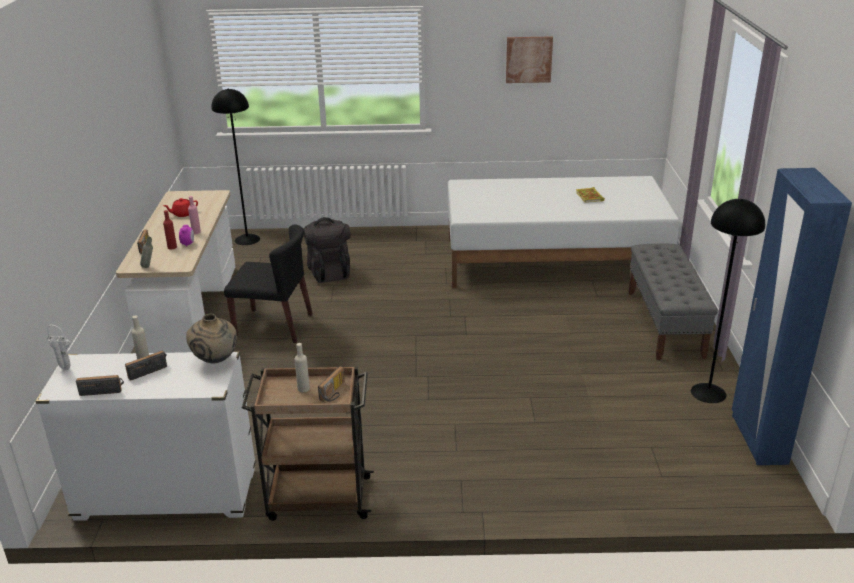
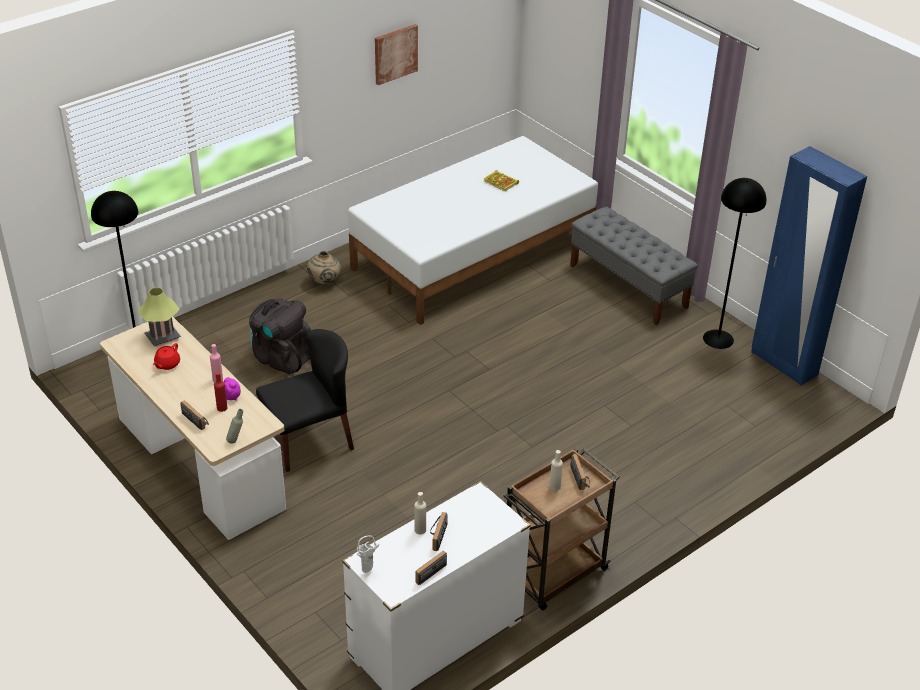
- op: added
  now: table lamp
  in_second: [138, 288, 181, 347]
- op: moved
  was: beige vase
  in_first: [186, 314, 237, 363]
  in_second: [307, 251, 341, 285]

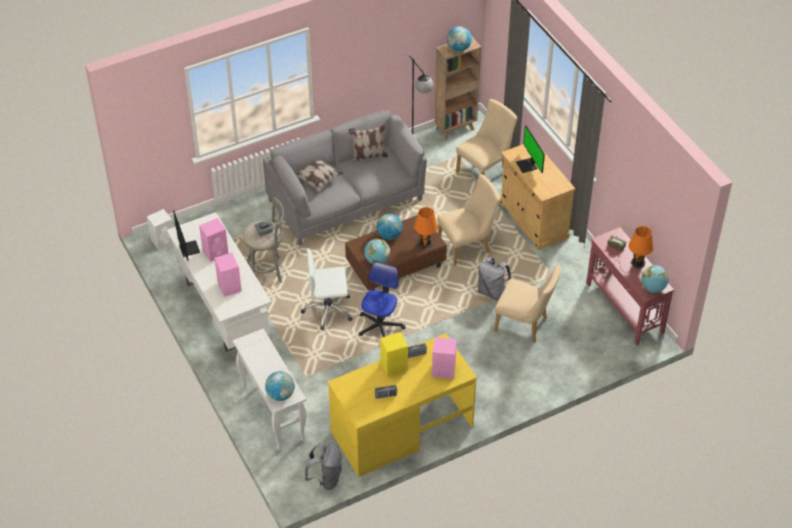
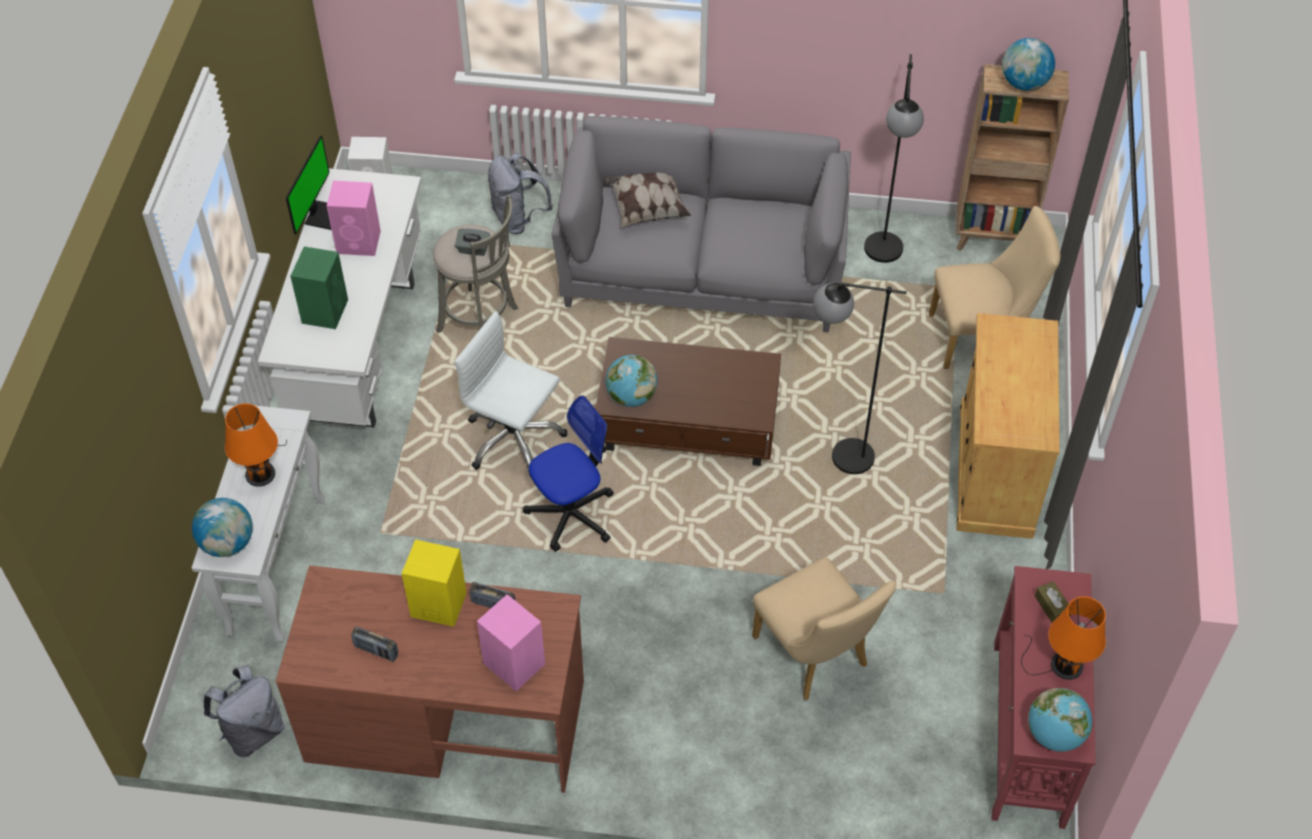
- op: moved
  was: orange table lamp
  in_first: [410, 207, 438, 248]
  in_second: [225, 403, 287, 487]
- op: recoloured
  was: yellow desk
  now: brown desk
  in_first: [328, 333, 477, 477]
  in_second: [276, 566, 584, 793]
- op: recoloured
  was: pink speaker
  now: green speaker
  in_first: [214, 253, 242, 297]
  in_second: [290, 246, 348, 329]
- op: moved
  was: grey backpack
  in_first: [478, 257, 511, 300]
  in_second: [488, 153, 553, 234]
- op: replaced
  was: beige chair
  now: black floor lamp
  in_first: [437, 174, 500, 266]
  in_second: [813, 282, 907, 474]
- op: removed
  was: pillow
  in_first: [349, 124, 388, 163]
- op: removed
  was: globe
  in_first: [377, 214, 403, 240]
- op: removed
  was: monitor
  in_first: [516, 125, 545, 173]

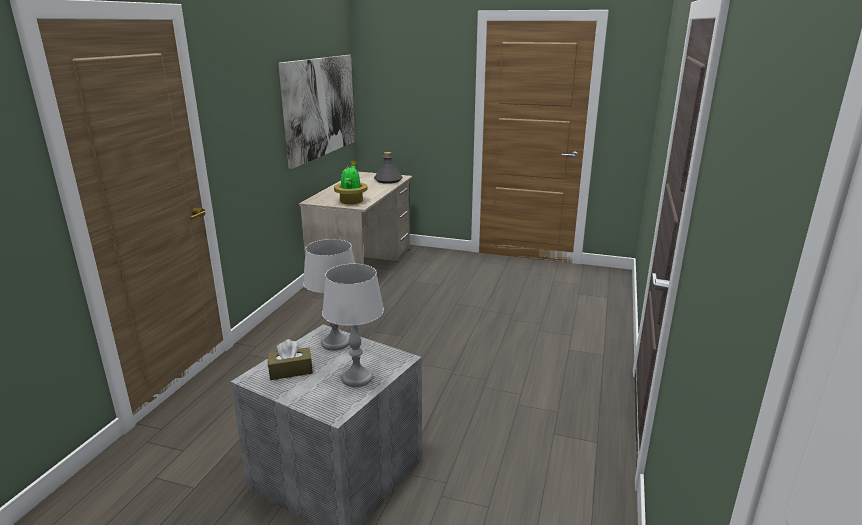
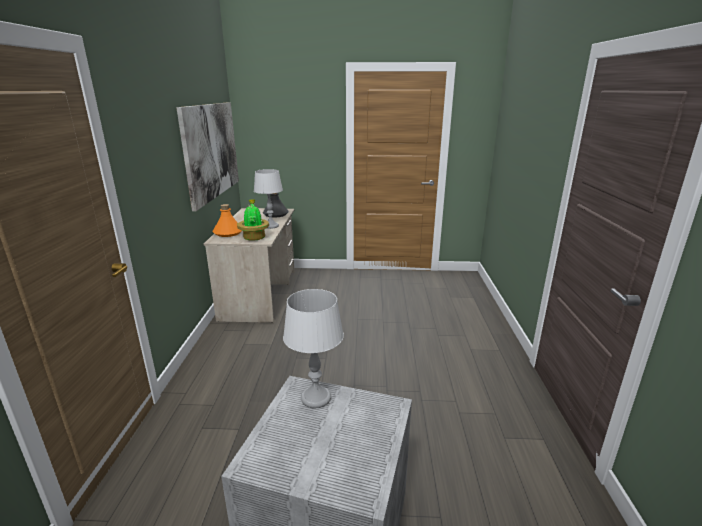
- op: added
  now: orange bottle
  in_second: [213, 204, 242, 237]
- op: moved
  was: grey table lamp
  in_first: [322, 264, 384, 387]
  in_second: [254, 169, 283, 229]
- op: removed
  was: brown tissue box
  in_first: [267, 339, 313, 380]

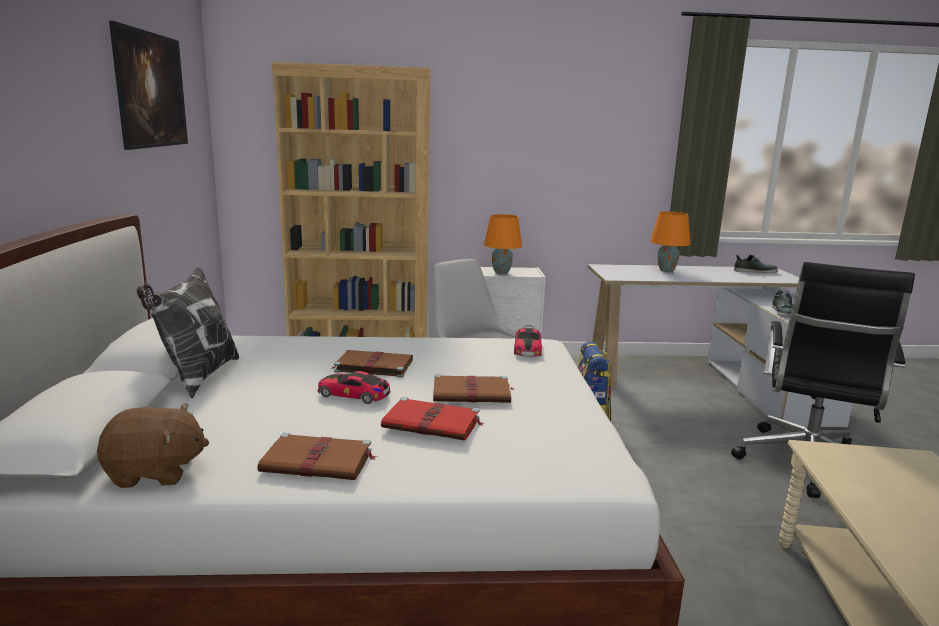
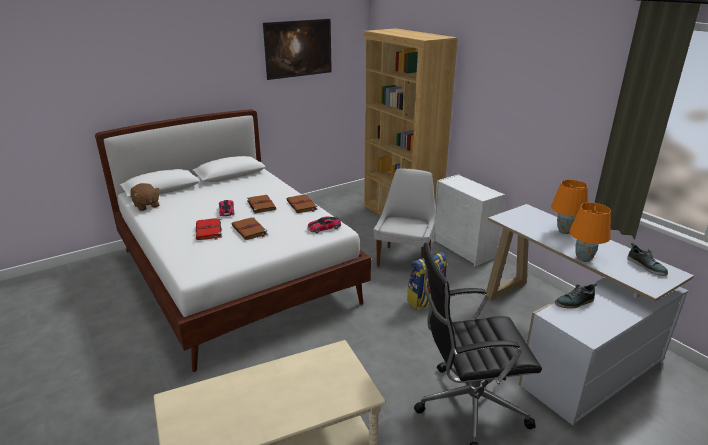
- op: moved
  was: brown book
  in_first: [257, 433, 378, 480]
  in_second: [287, 194, 318, 213]
- op: moved
  was: orange table lamp
  in_first: [484, 214, 522, 275]
  in_second: [569, 203, 611, 262]
- op: removed
  was: pillow
  in_first: [137, 267, 239, 398]

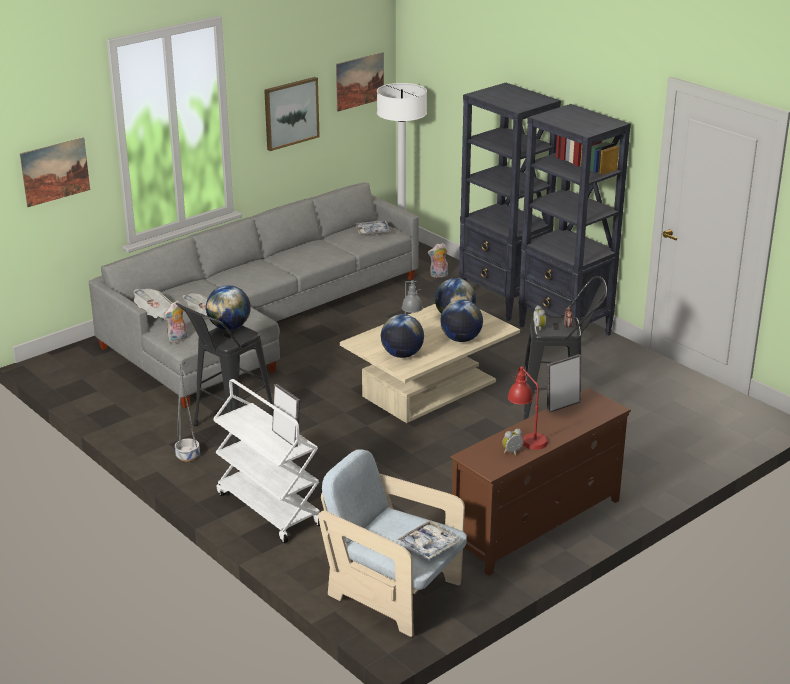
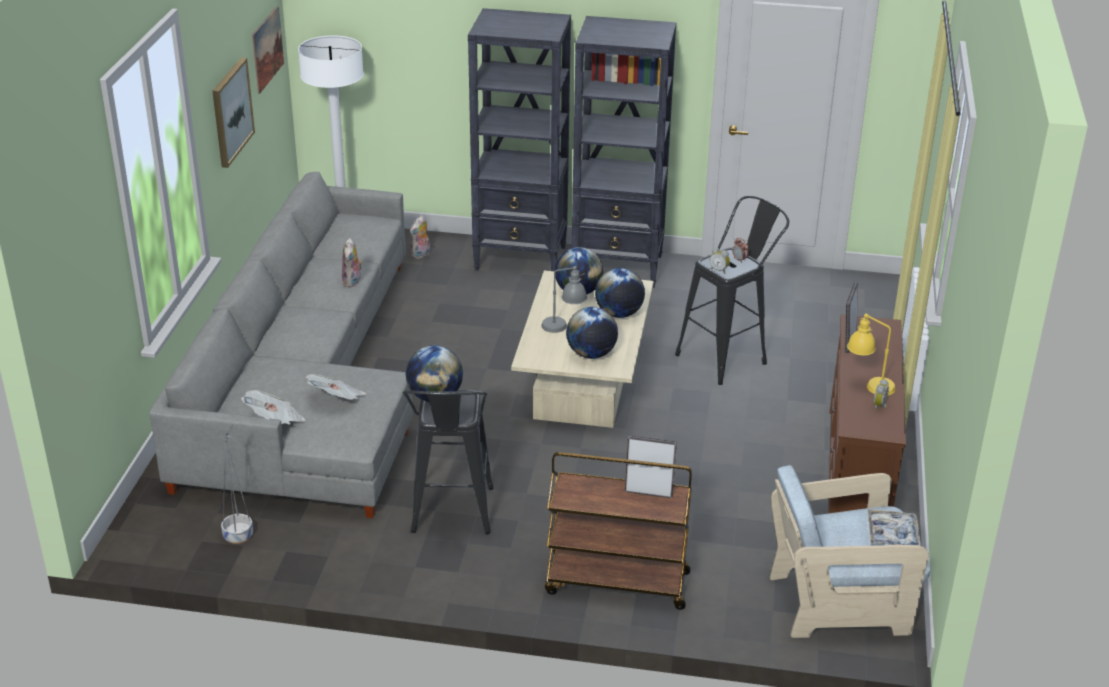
- op: moved
  was: grey planter
  in_first: [175, 362, 200, 461]
  in_second: [221, 425, 253, 544]
- op: moved
  was: plush toy
  in_first: [164, 300, 188, 343]
  in_second: [342, 238, 363, 288]
- op: recoloured
  was: white cart
  now: brown cart
  in_first: [213, 379, 320, 543]
  in_second: [545, 452, 692, 610]
- op: recoloured
  was: red table lamp
  now: yellow table lamp
  in_first: [508, 366, 548, 450]
  in_second: [847, 314, 896, 395]
- op: removed
  was: picture
  in_first: [20, 137, 90, 207]
- op: removed
  was: tray
  in_first: [355, 221, 391, 235]

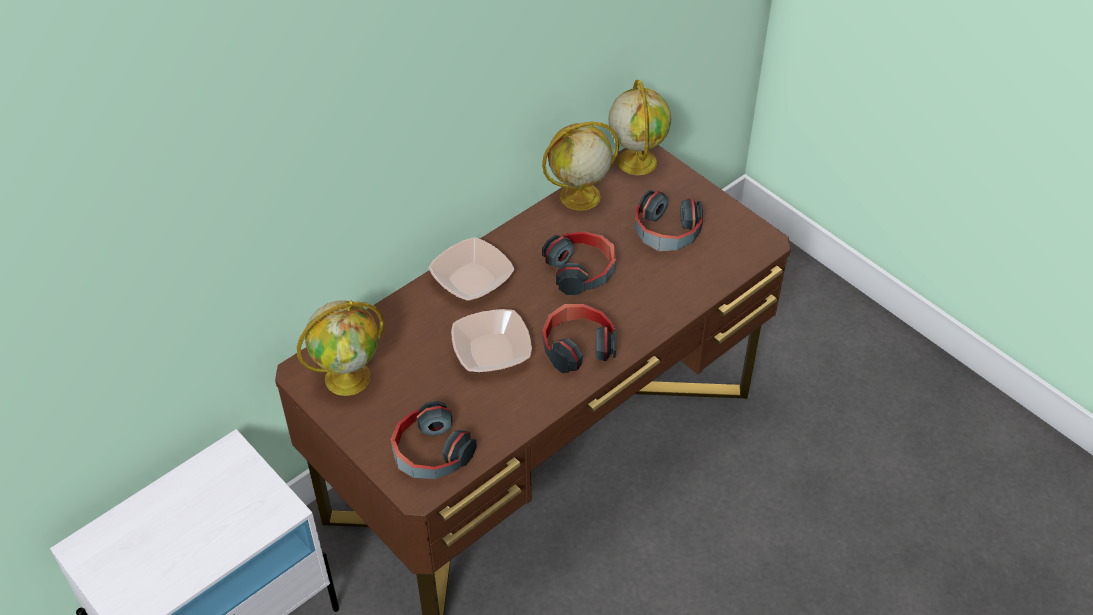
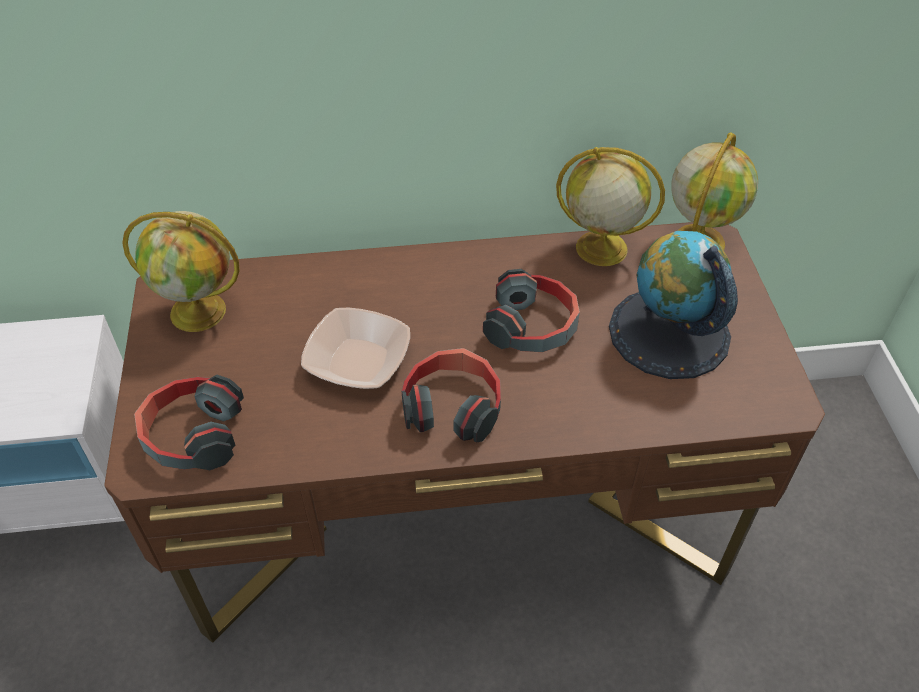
- op: replaced
  was: headphones
  now: globe
  in_first: [635, 190, 703, 251]
  in_second: [609, 231, 738, 379]
- op: removed
  was: bowl
  in_first: [429, 237, 514, 301]

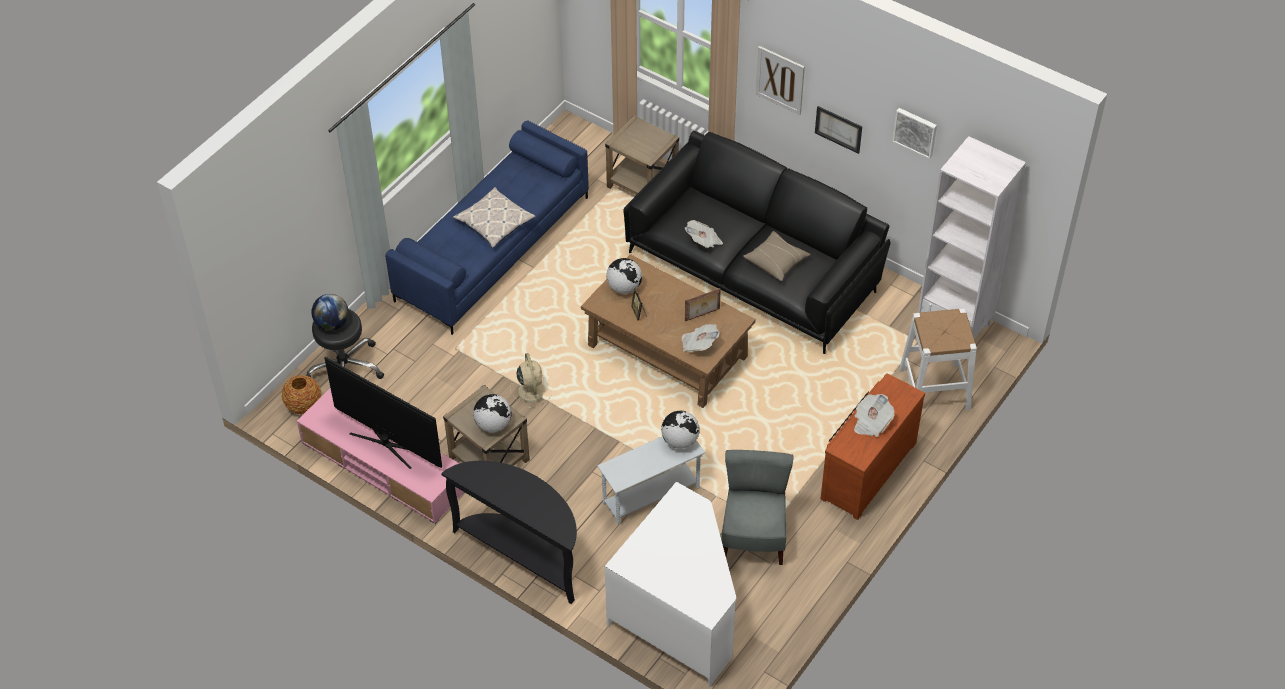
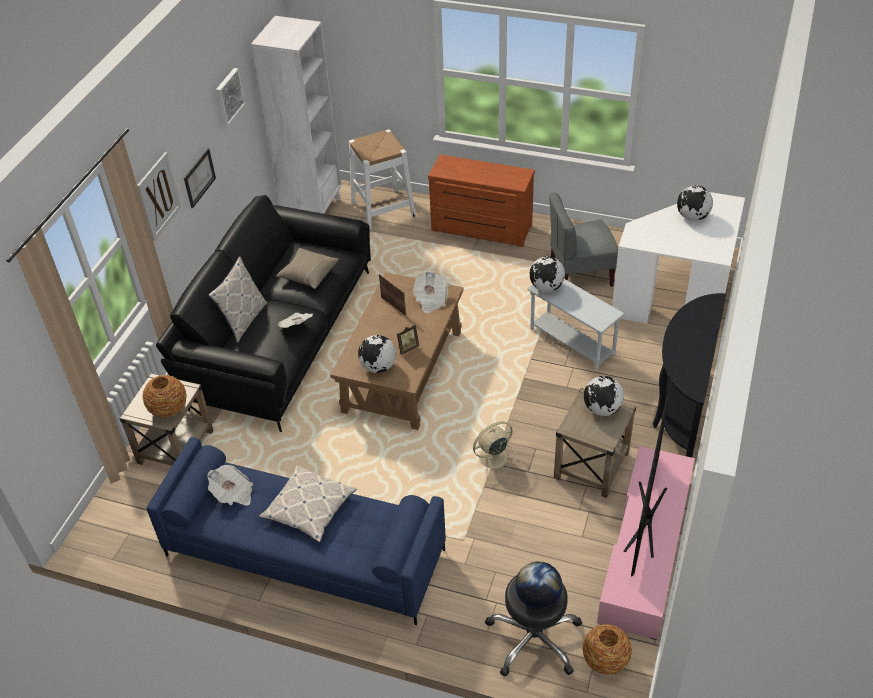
- op: added
  now: vase
  in_second: [143, 375, 187, 418]
- op: moved
  was: newspaper
  in_first: [854, 394, 894, 437]
  in_second: [207, 465, 253, 506]
- op: added
  now: pillow
  in_second: [208, 256, 267, 343]
- op: added
  now: globe
  in_second: [677, 185, 713, 221]

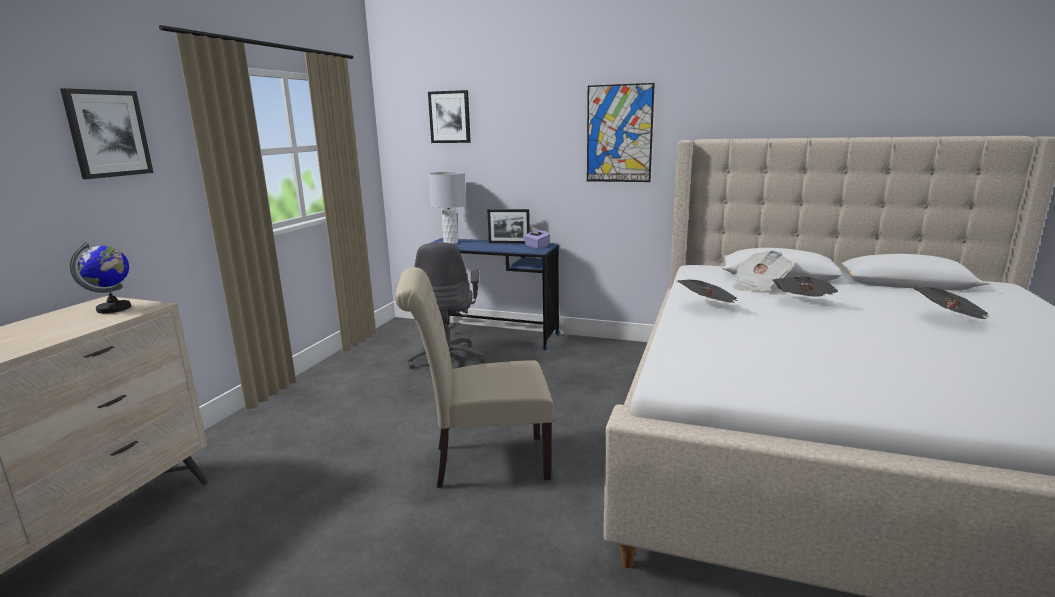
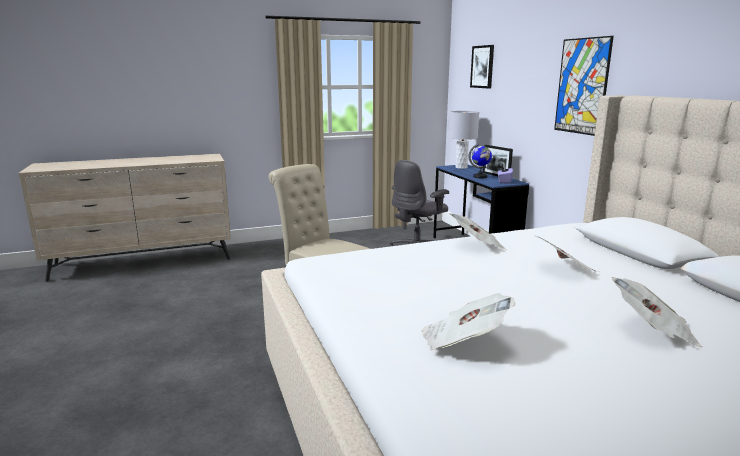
- op: moved
  was: newspaper
  in_first: [733, 250, 793, 291]
  in_second: [422, 293, 515, 351]
- op: moved
  was: globe
  in_first: [70, 242, 131, 313]
  in_second: [469, 143, 492, 178]
- op: removed
  was: picture
  in_first: [60, 88, 154, 179]

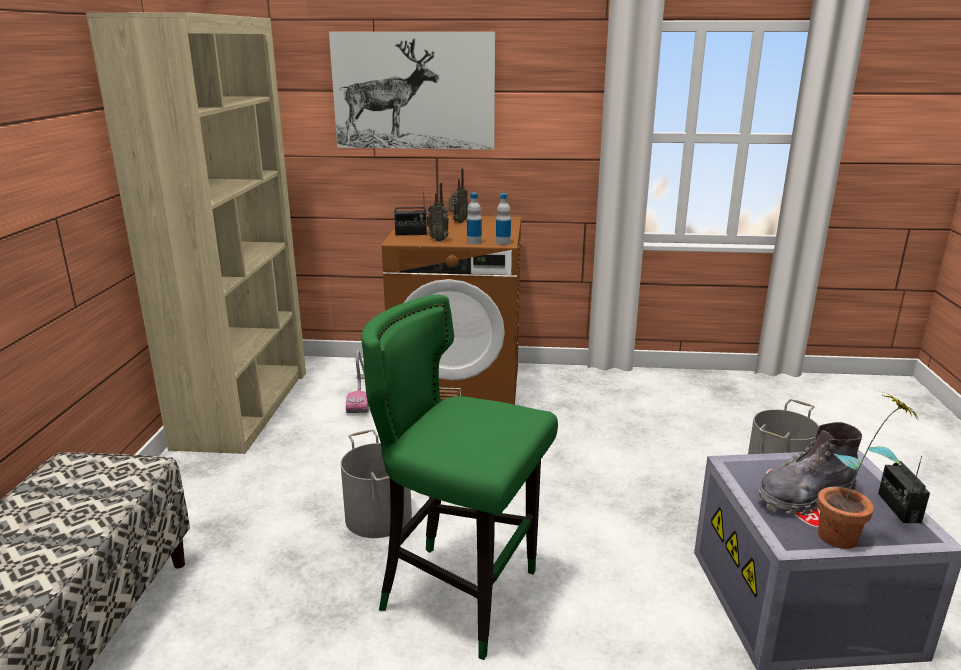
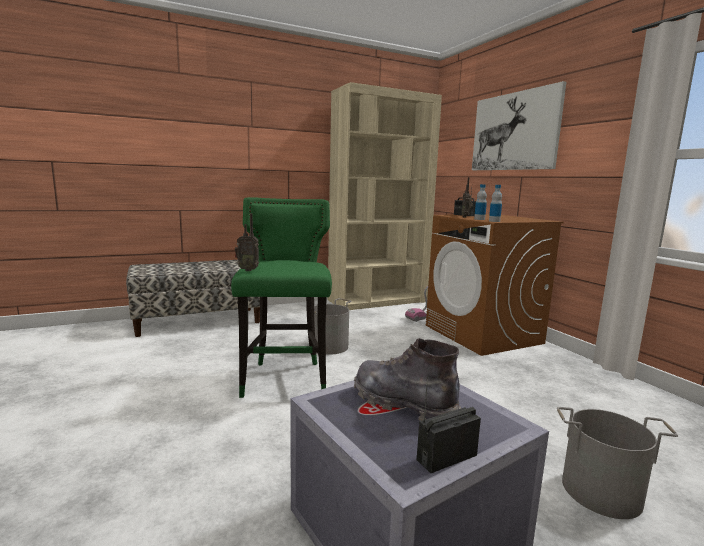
- op: moved
  was: radio
  in_first: [449, 168, 468, 223]
  in_second: [235, 213, 259, 271]
- op: removed
  was: potted plant
  in_first: [817, 391, 920, 549]

